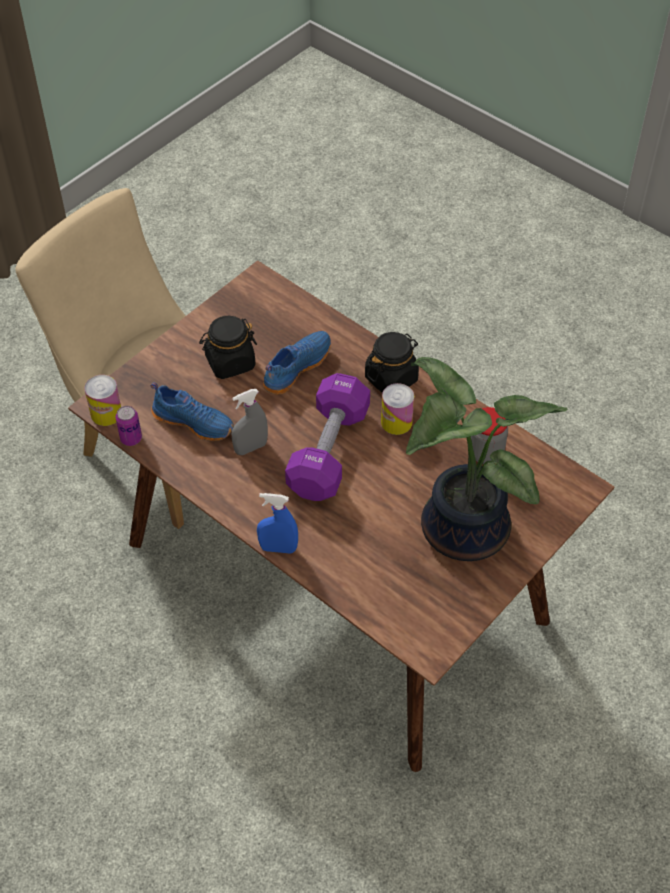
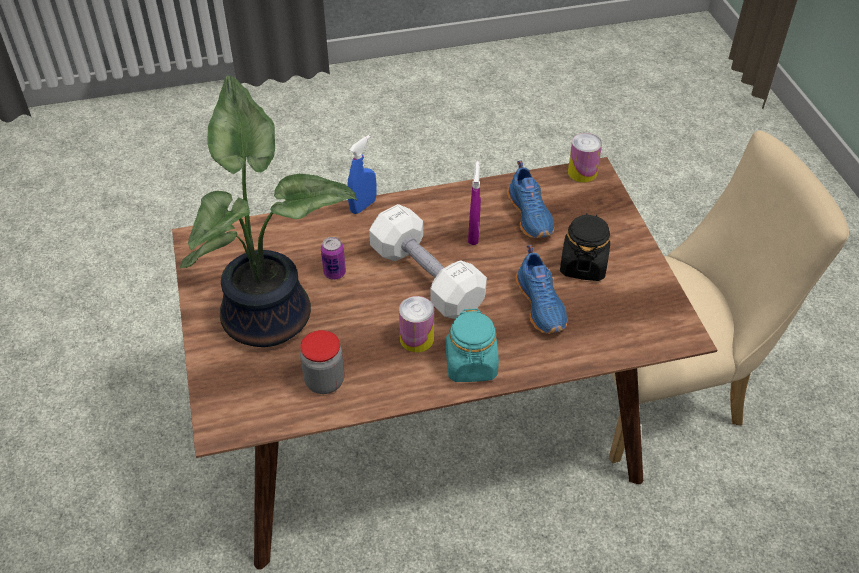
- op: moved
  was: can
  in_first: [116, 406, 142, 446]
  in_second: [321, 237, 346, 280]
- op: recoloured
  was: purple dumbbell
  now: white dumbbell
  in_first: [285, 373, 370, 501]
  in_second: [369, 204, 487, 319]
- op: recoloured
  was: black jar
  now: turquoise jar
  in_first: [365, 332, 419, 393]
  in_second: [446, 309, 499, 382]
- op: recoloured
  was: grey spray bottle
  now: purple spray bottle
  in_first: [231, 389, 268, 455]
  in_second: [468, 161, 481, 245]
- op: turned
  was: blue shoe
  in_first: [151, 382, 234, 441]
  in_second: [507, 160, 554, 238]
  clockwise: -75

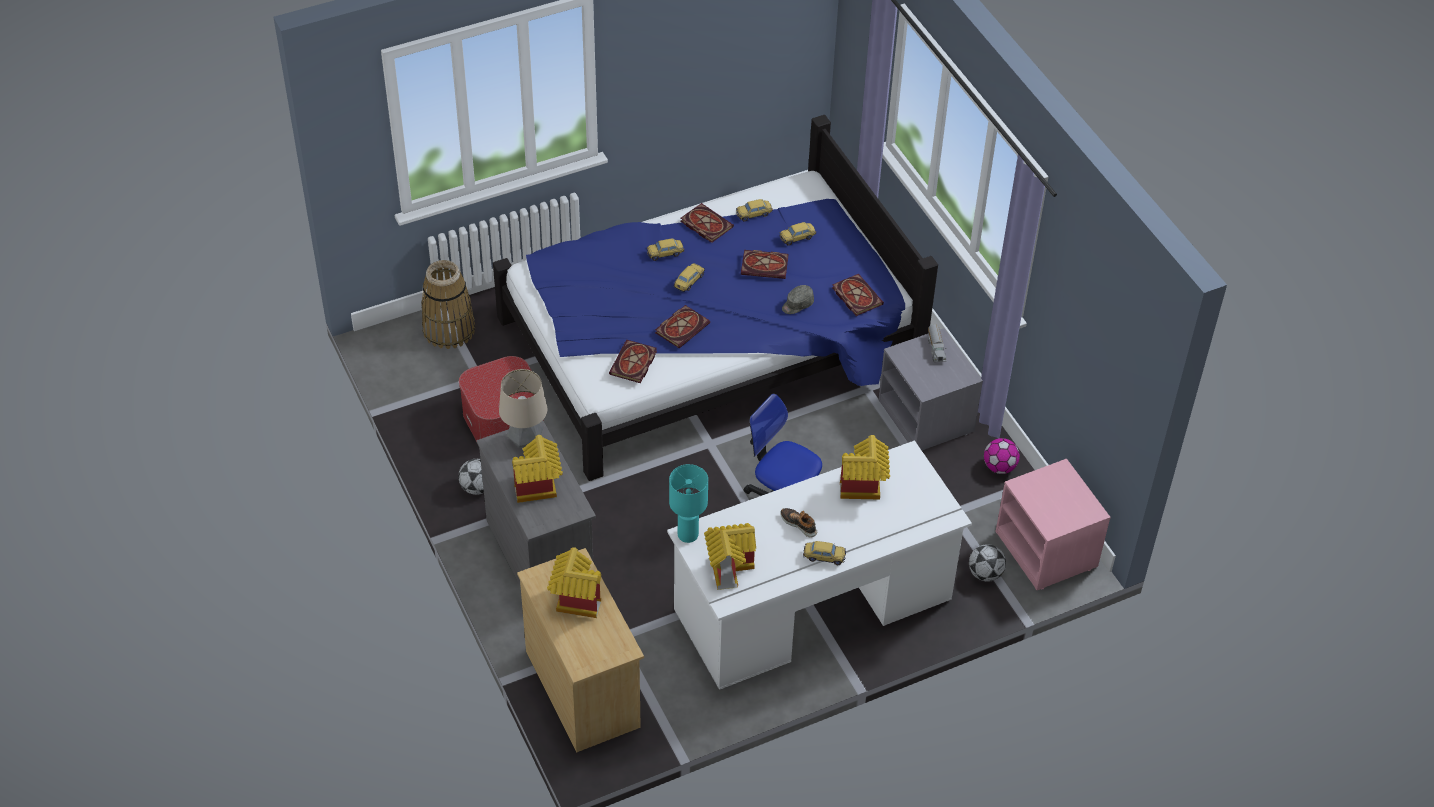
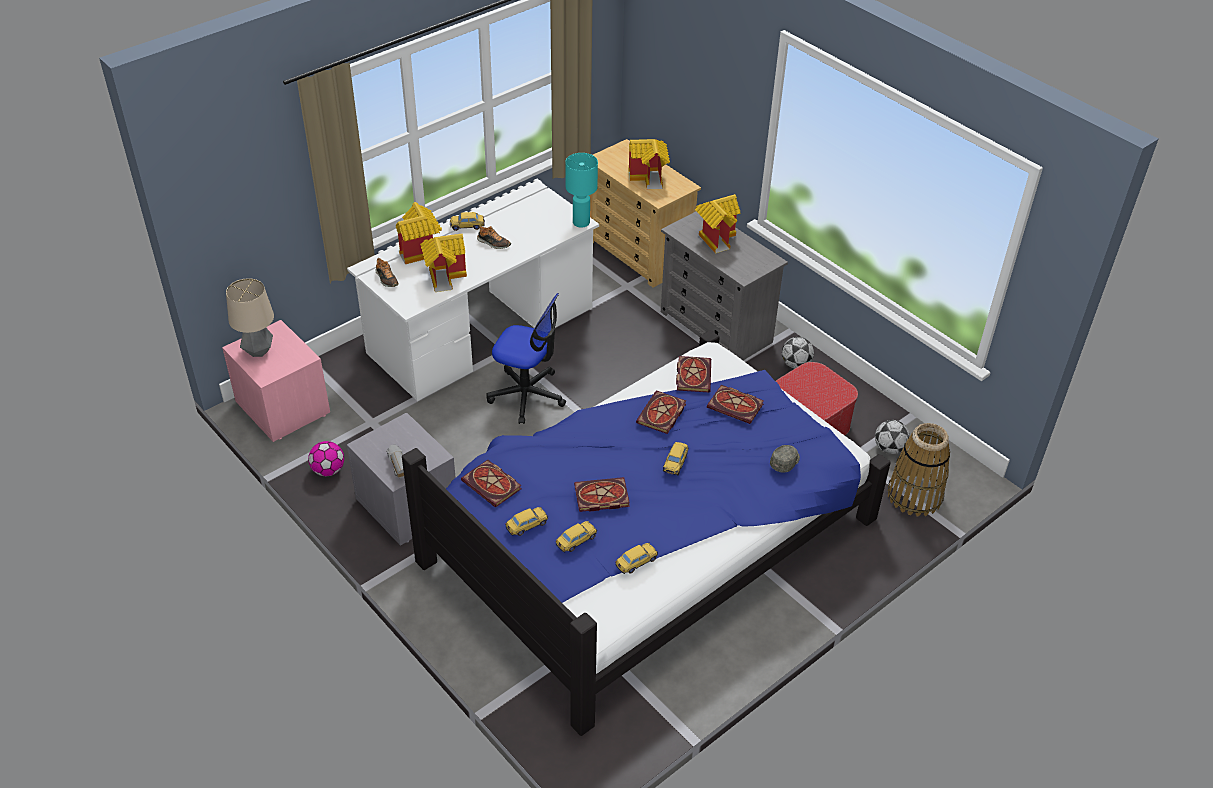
- op: moved
  was: table lamp
  in_first: [499, 369, 547, 448]
  in_second: [226, 278, 274, 357]
- op: added
  now: shoe
  in_second: [375, 258, 399, 287]
- op: moved
  was: toy house
  in_first: [704, 523, 756, 590]
  in_second: [396, 202, 442, 264]
- op: moved
  was: toy car
  in_first: [647, 238, 684, 261]
  in_second: [505, 507, 548, 536]
- op: moved
  was: book
  in_first: [681, 203, 734, 243]
  in_second: [707, 385, 764, 424]
- op: moved
  was: grey cap
  in_first: [782, 285, 814, 314]
  in_second: [770, 445, 800, 473]
- op: moved
  was: football
  in_first: [969, 544, 1006, 582]
  in_second: [875, 420, 910, 454]

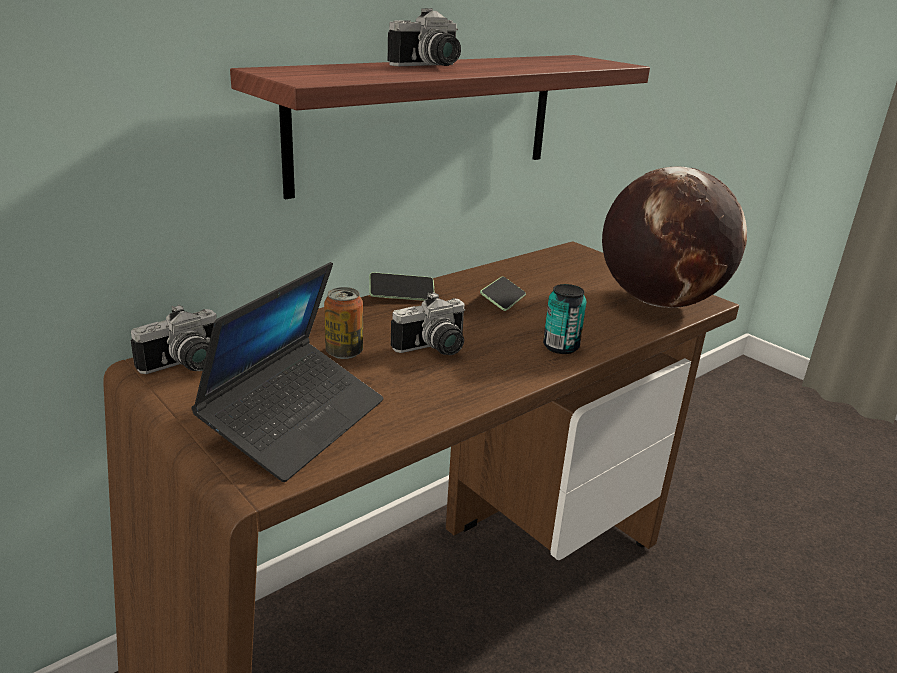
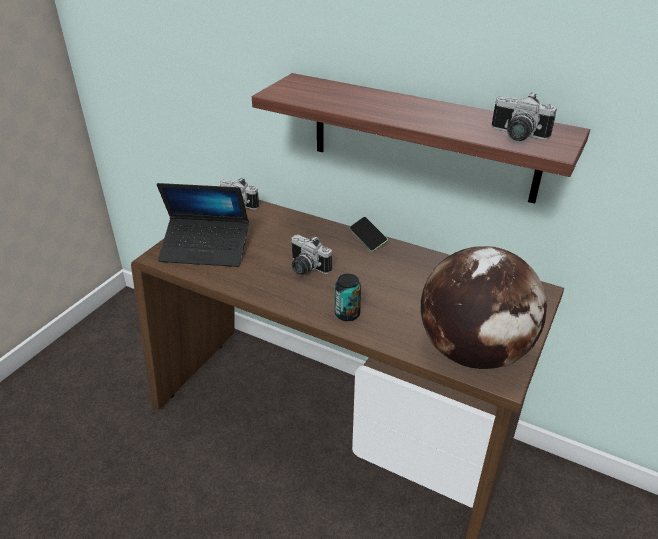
- op: moved
  was: photo camera
  in_first: [388, 8, 461, 66]
  in_second: [492, 92, 557, 141]
- op: removed
  was: can
  in_first: [324, 287, 363, 359]
- op: removed
  was: phone
  in_first: [480, 276, 526, 311]

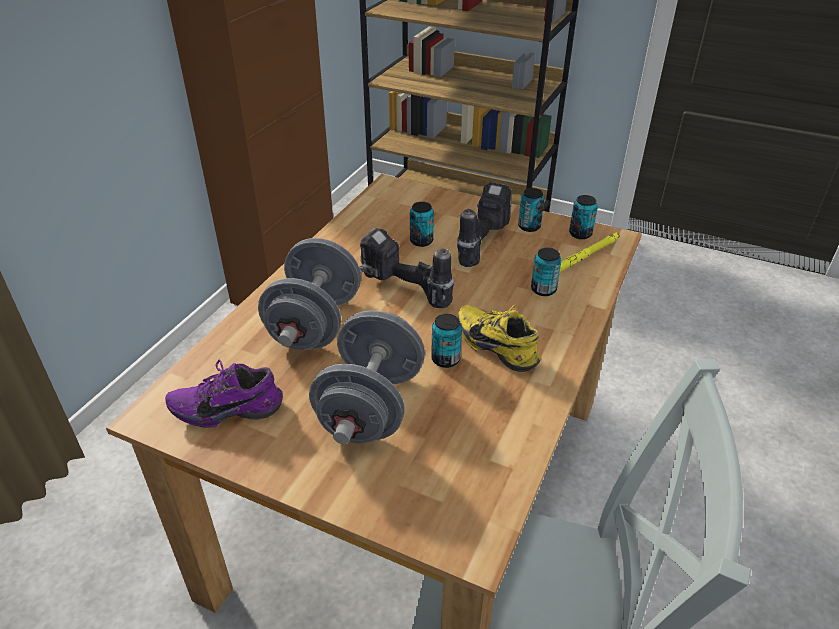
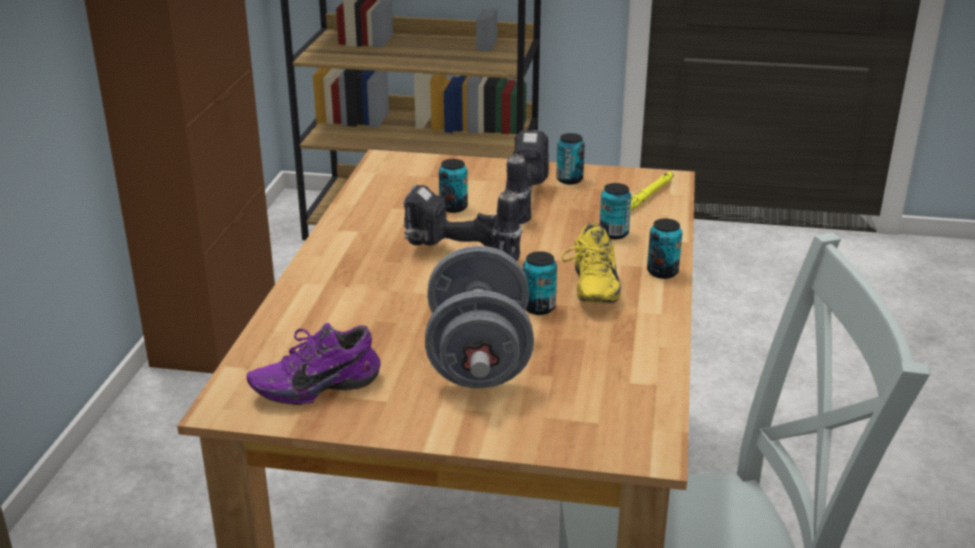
- op: turned
  was: yellow shoe
  in_first: [457, 305, 541, 372]
  in_second: [561, 223, 621, 303]
  clockwise: -120
- op: moved
  was: can
  in_first: [569, 195, 598, 239]
  in_second: [647, 219, 682, 279]
- op: removed
  was: grey dumbbell
  in_first: [258, 238, 361, 350]

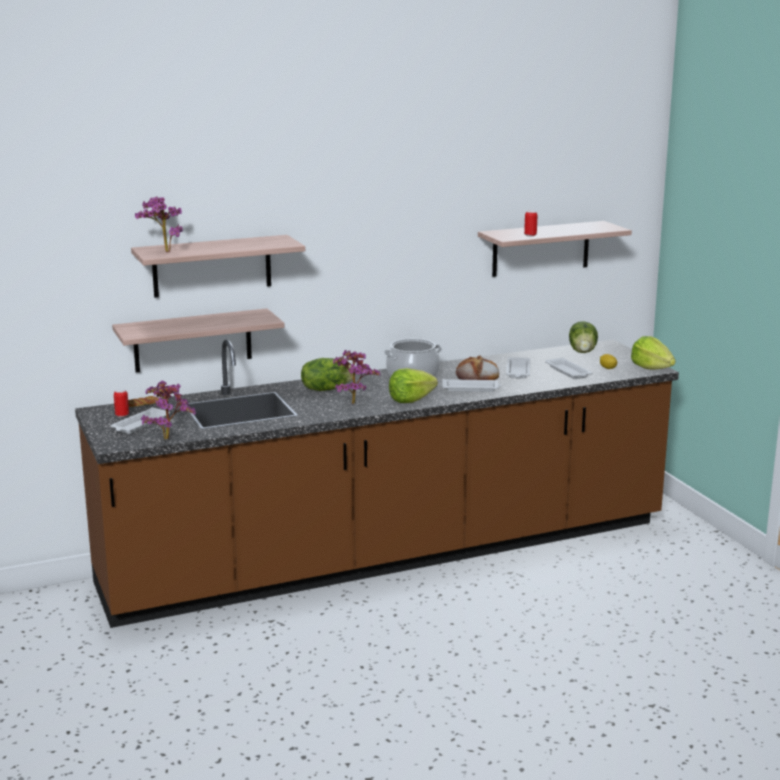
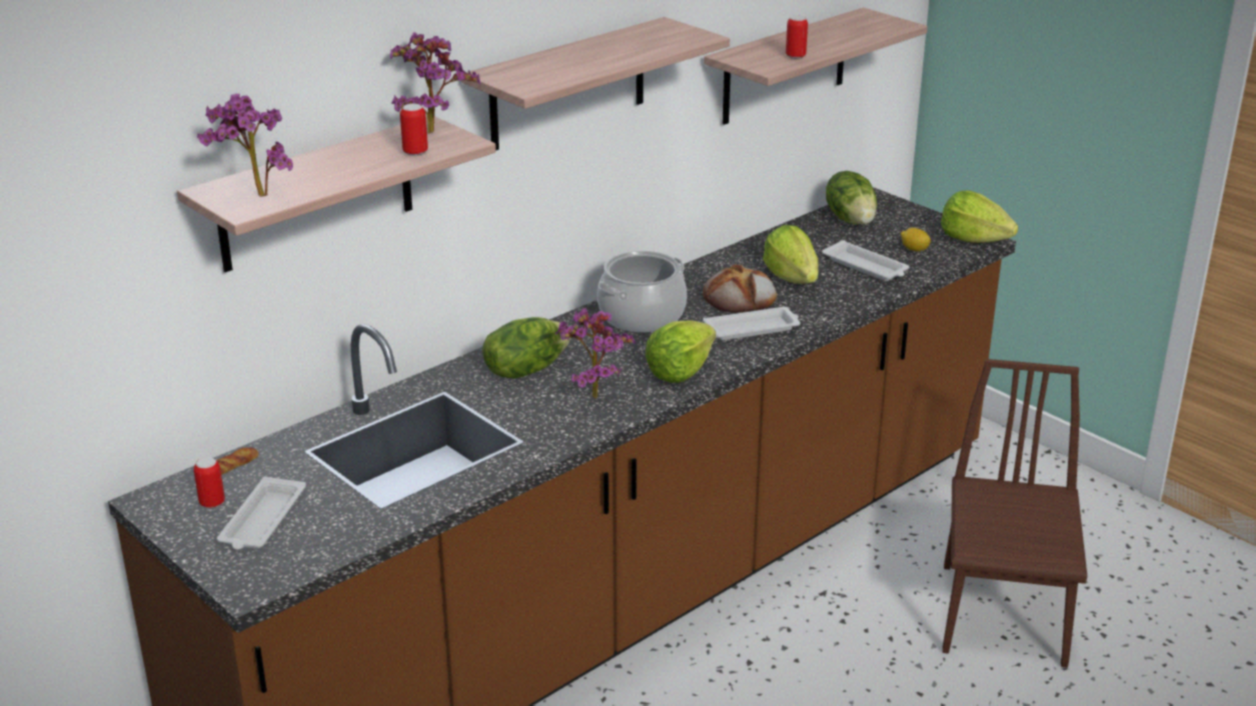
- op: moved
  was: potted plant
  in_first: [141, 380, 196, 440]
  in_second: [390, 32, 481, 134]
- op: added
  now: can
  in_second: [400, 104, 428, 156]
- op: moved
  was: shelf
  in_first: [112, 308, 284, 373]
  in_second: [461, 17, 730, 150]
- op: replaced
  was: white tray
  now: lettuce
  in_first: [506, 357, 530, 379]
  in_second: [763, 225, 818, 284]
- op: added
  now: brown chair
  in_second: [942, 359, 1087, 668]

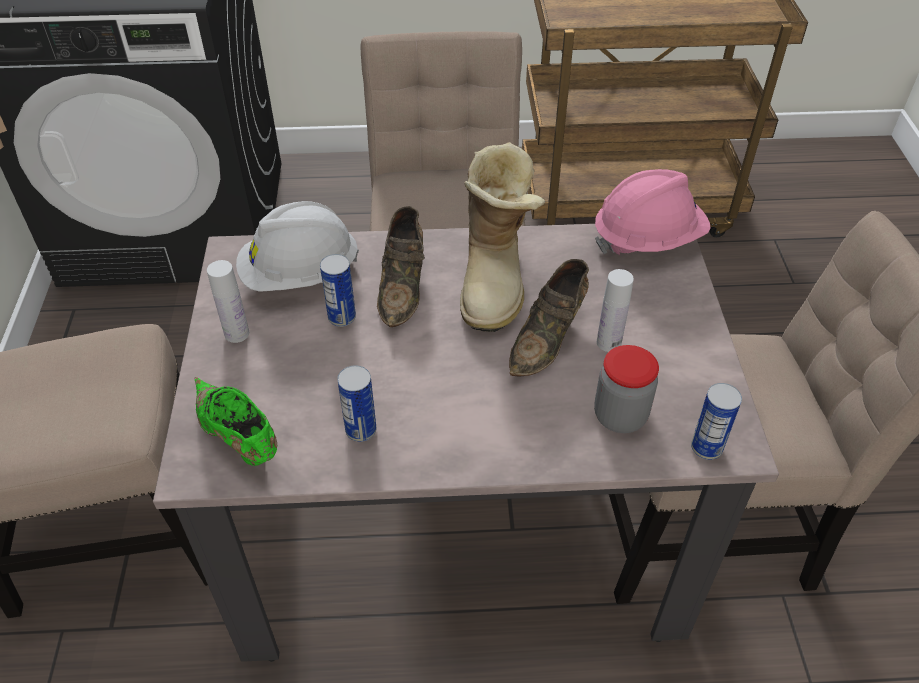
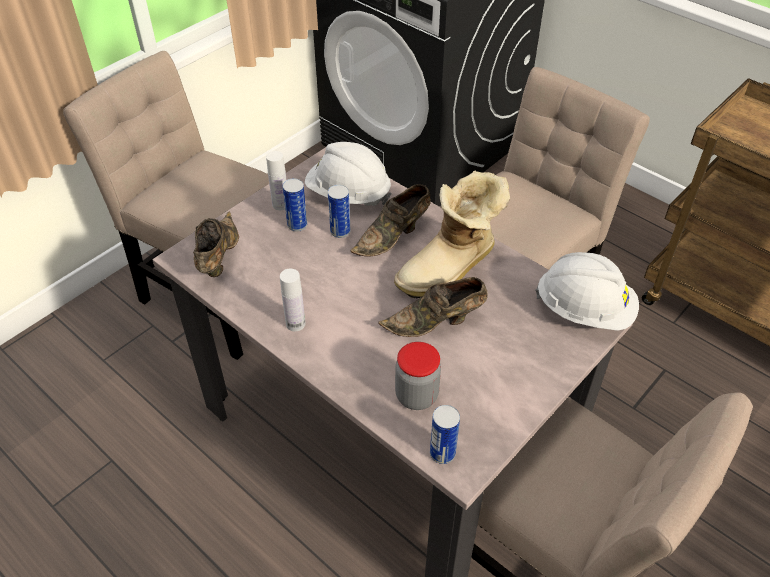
- op: recoloured
  was: green shoe
  now: brown shoe
  in_first: [194, 377, 277, 466]
  in_second: [193, 212, 239, 277]
- op: moved
  was: white bottle
  in_first: [597, 269, 634, 352]
  in_second: [280, 269, 306, 331]
- op: moved
  was: can
  in_first: [337, 365, 377, 442]
  in_second: [283, 179, 307, 232]
- op: recoloured
  was: pink hard hat
  now: white hard hat
  in_first: [595, 169, 711, 255]
  in_second: [535, 252, 639, 331]

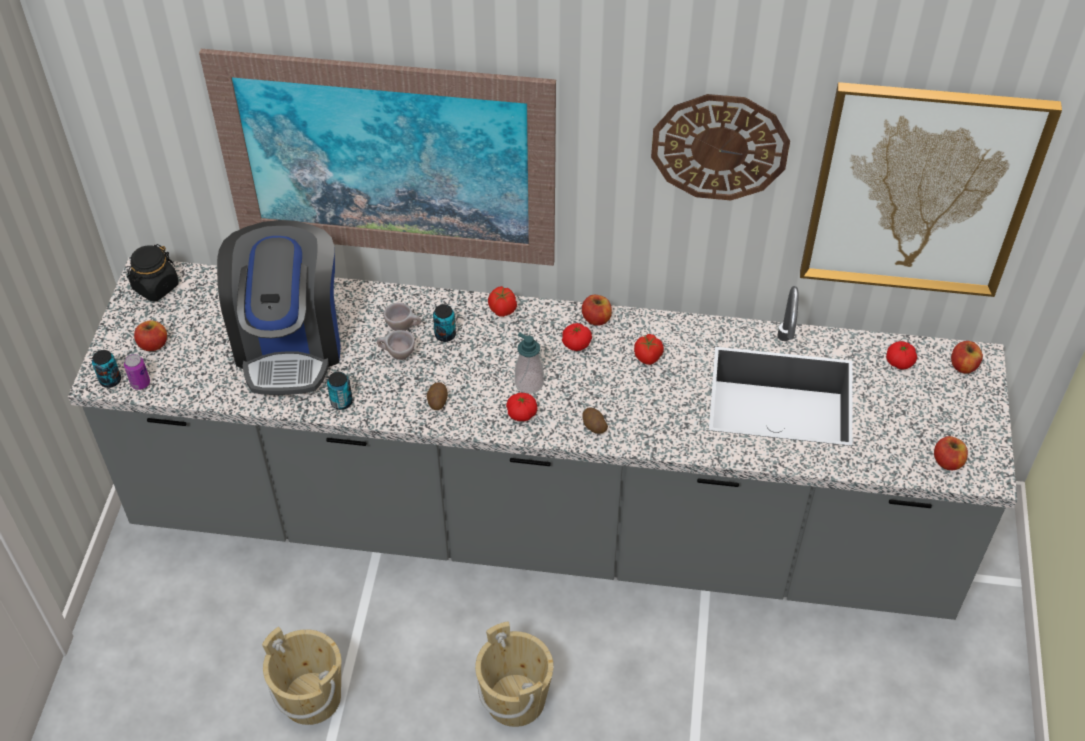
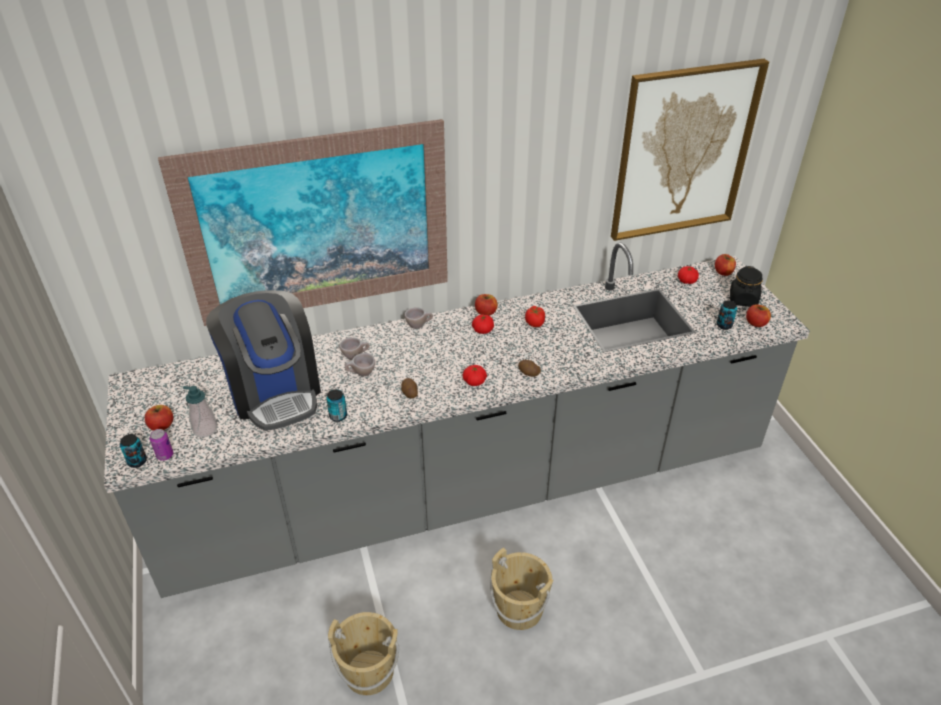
- op: moved
  was: soap dispenser
  in_first: [515, 333, 544, 394]
  in_second: [183, 386, 218, 437]
- op: replaced
  was: tomato
  now: beige cup
  in_first: [488, 286, 517, 317]
  in_second: [404, 307, 433, 329]
- op: moved
  was: can
  in_first: [433, 304, 456, 342]
  in_second: [717, 300, 737, 330]
- op: moved
  was: black jar
  in_first: [127, 244, 179, 302]
  in_second: [730, 266, 763, 307]
- op: removed
  was: wall clock
  in_first: [651, 94, 790, 200]

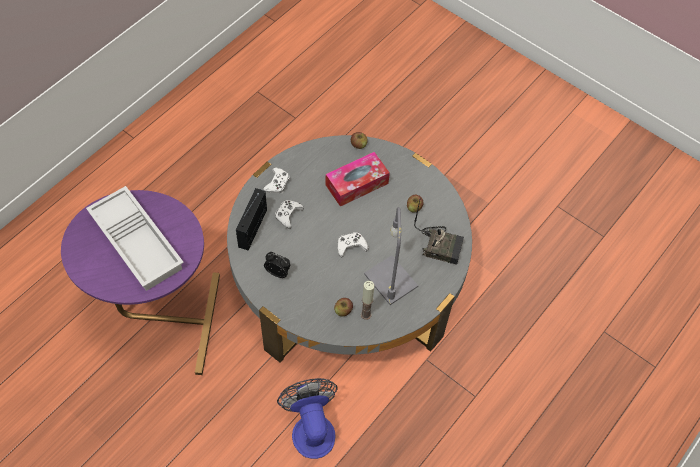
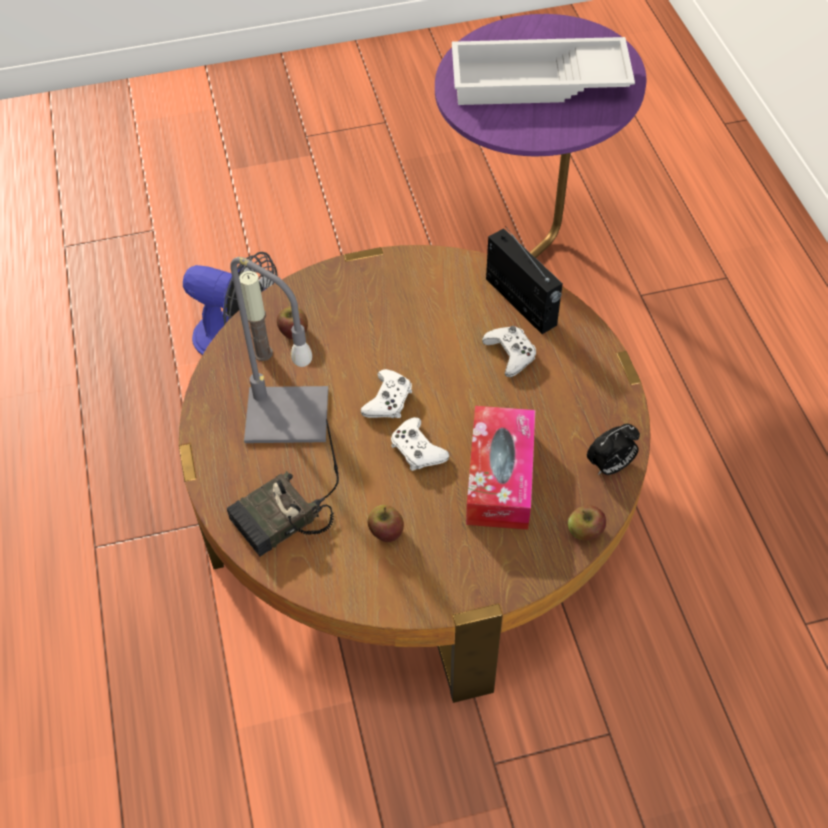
- op: recoloured
  was: grey coffee table
  now: brown coffee table
  in_first: [227, 135, 472, 363]
  in_second: [179, 245, 651, 703]
- op: moved
  was: white game controller
  in_first: [263, 168, 290, 193]
  in_second: [391, 417, 450, 471]
- op: moved
  was: alarm clock
  in_first: [264, 252, 290, 278]
  in_second: [587, 424, 640, 475]

